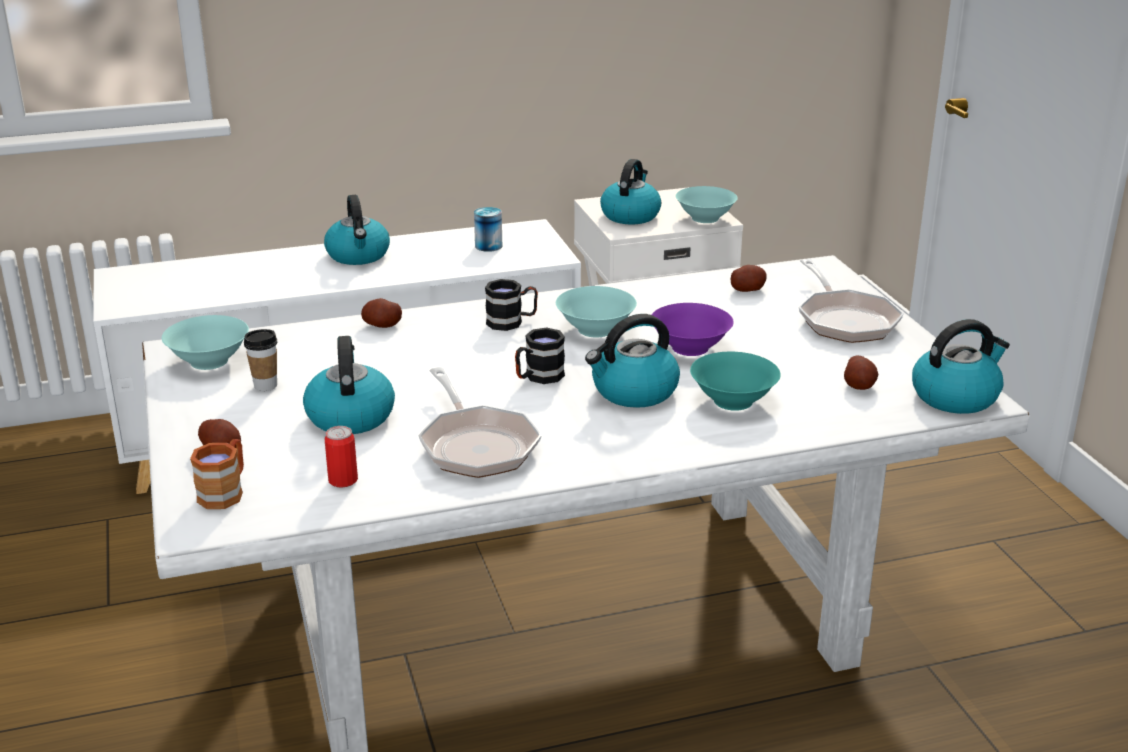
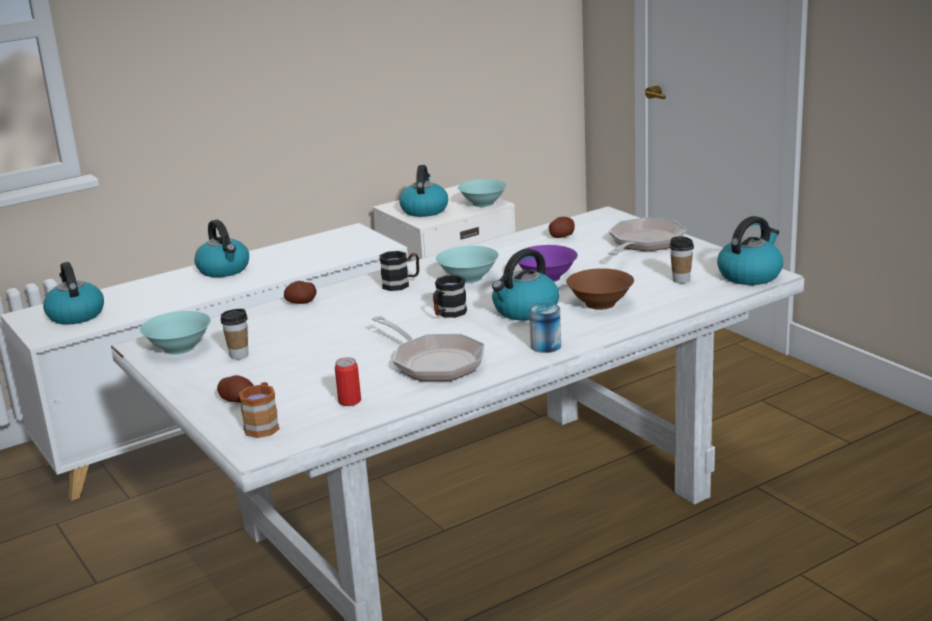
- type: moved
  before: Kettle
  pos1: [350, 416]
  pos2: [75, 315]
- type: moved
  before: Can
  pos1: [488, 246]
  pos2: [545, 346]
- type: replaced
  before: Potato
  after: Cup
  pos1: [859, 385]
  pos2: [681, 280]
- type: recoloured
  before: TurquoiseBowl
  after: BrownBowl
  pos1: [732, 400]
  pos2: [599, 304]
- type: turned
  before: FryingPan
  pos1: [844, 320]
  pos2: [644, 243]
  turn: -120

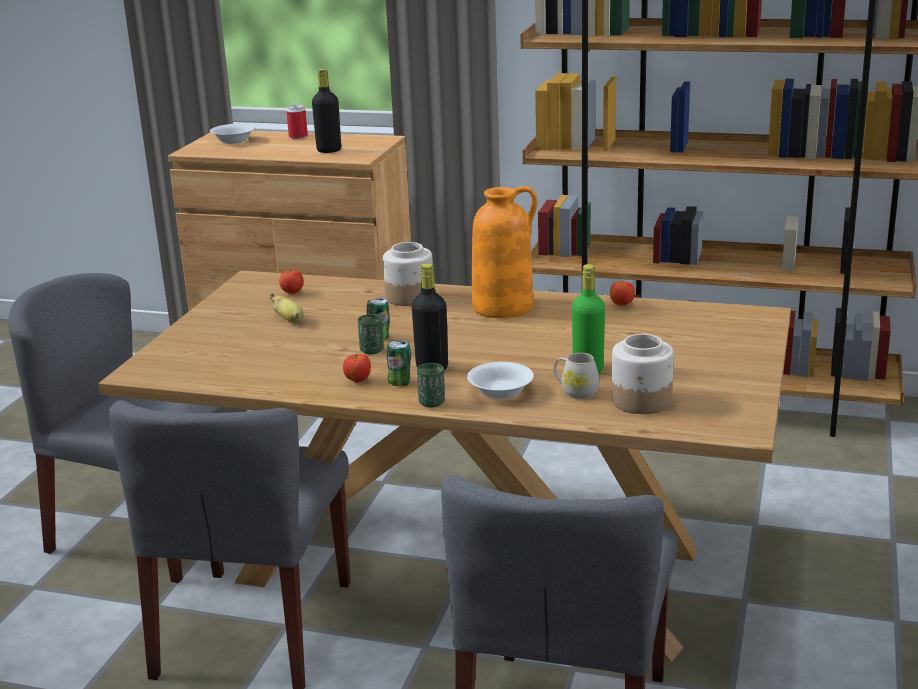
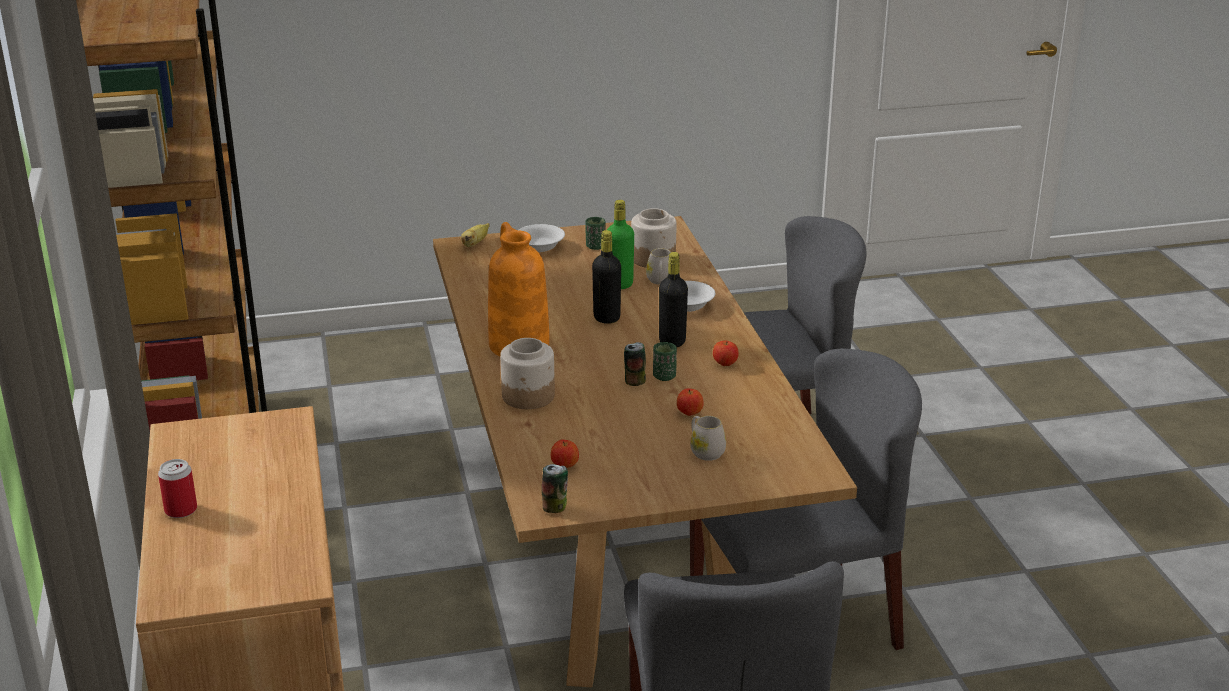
- type: added
  after: WhiteMug
  pos2: [705, 451]
- type: moved
  before: WhiteBowl
  pos1: [233, 141]
  pos2: [541, 247]
- type: moved
  before: Banana
  pos1: [289, 320]
  pos2: [475, 243]
- type: moved
  before: BlackBottle
  pos1: [329, 150]
  pos2: [606, 318]
- type: moved
  before: Can
  pos1: [400, 383]
  pos2: [555, 507]
- type: moved
  before: GreenCup
  pos1: [432, 403]
  pos2: [595, 246]
- type: moved
  before: Apple
  pos1: [621, 305]
  pos2: [689, 413]

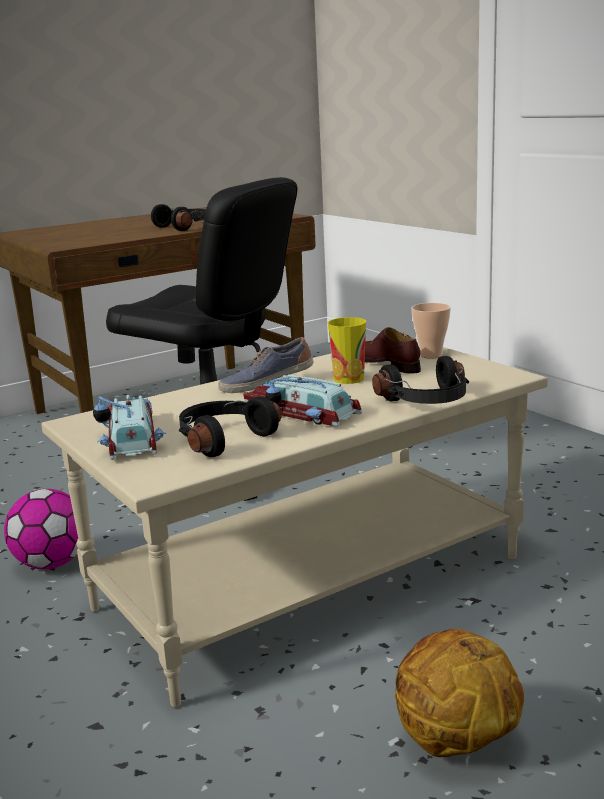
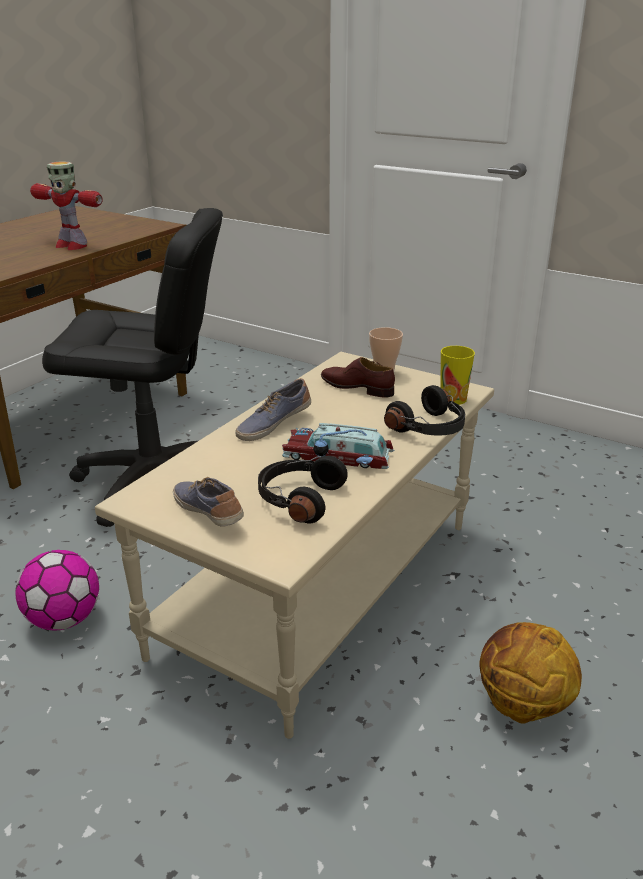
- type: moved
  before: Cup
  pos1: [348, 379]
  pos2: [453, 399]
- type: replaced
  before: ToyCar
  after: Shoe
  pos1: [129, 438]
  pos2: [209, 513]
- type: replaced
  before: BlackHeadphones
  after: ToyRobot
  pos1: [184, 227]
  pos2: [71, 245]

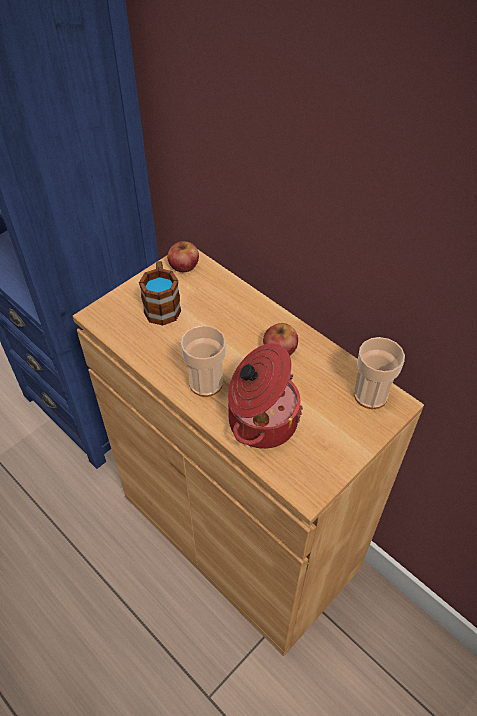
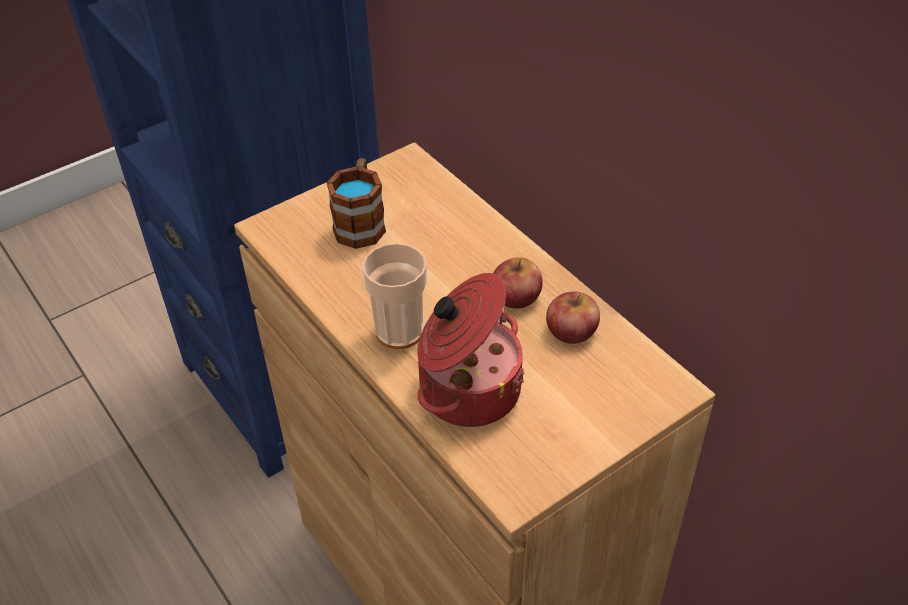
- type: removed
  before: Cup
  pos1: [370, 395]
- type: moved
  before: Apple
  pos1: [183, 265]
  pos2: [571, 330]

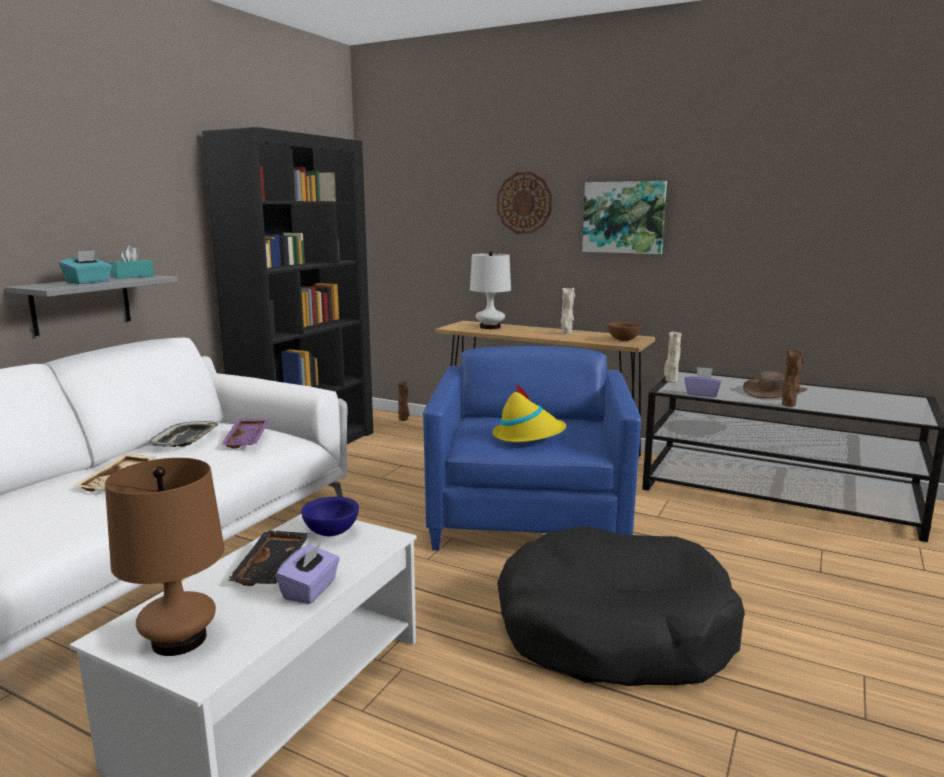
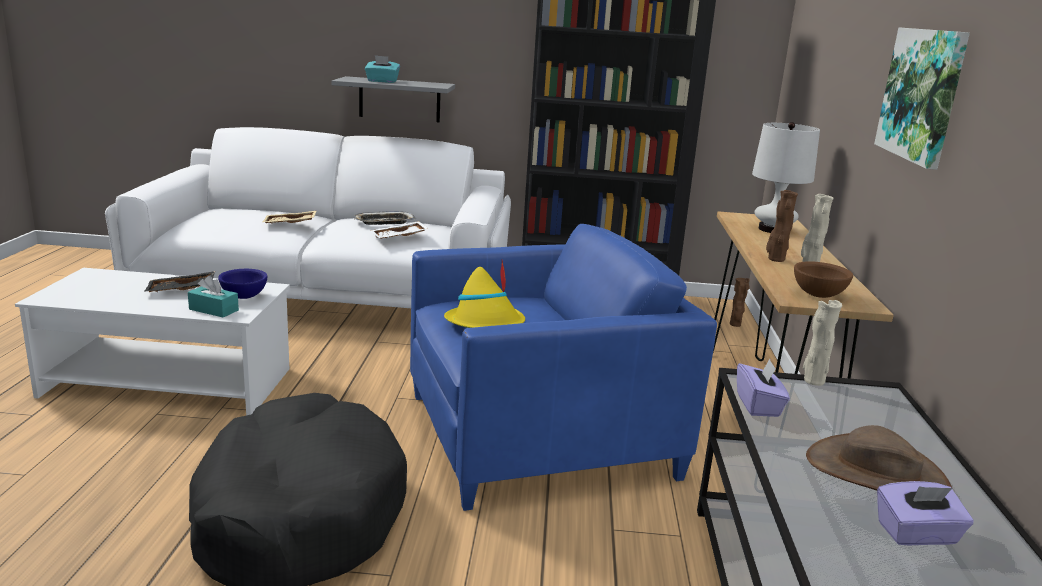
- type: removed
  before: BrownTableLamp
  pos1: [179, 640]
- type: removed
  before: WallClock
  pos1: [524, 203]
- type: moved
  before: TurquoiseTissueBox
  pos1: [132, 276]
  pos2: [213, 310]
- type: moved
  before: PurpleTissueBox
  pos1: [310, 590]
  pos2: [917, 534]
- type: moved
  before: BrownVase
  pos1: [788, 405]
  pos2: [775, 259]
- type: recoloured
  before: PurpleTray
  after: WhiteTray
  pos1: [248, 440]
  pos2: [399, 237]

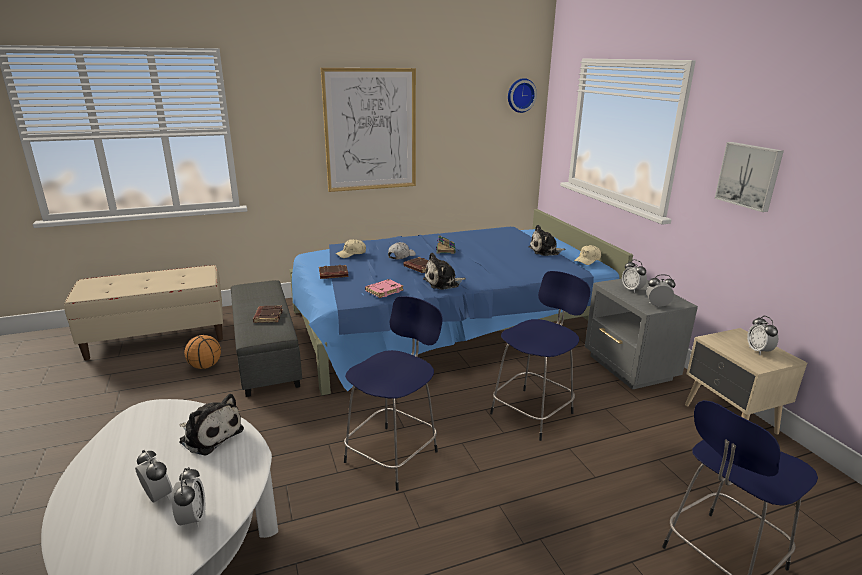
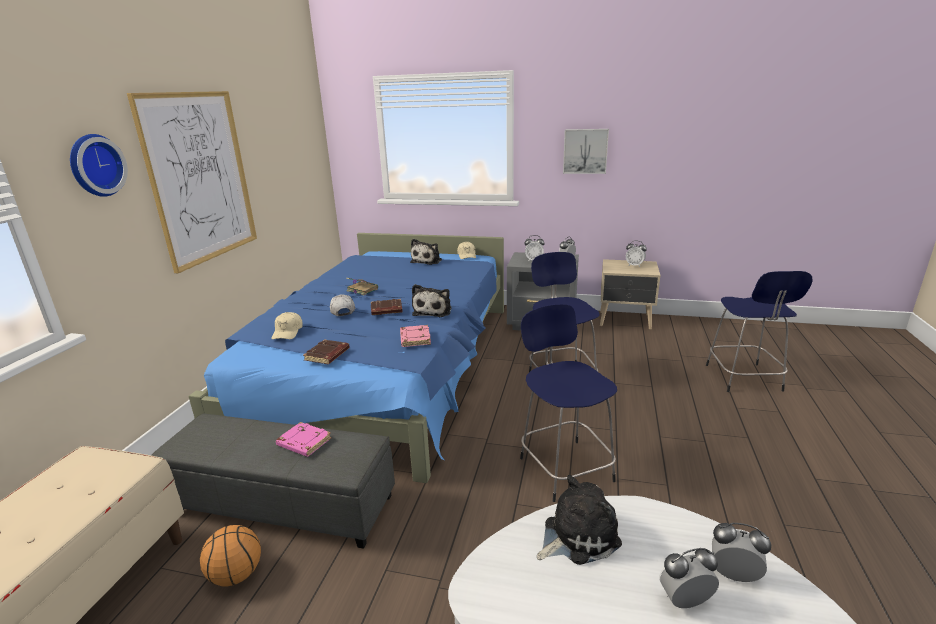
- type: moved
  before: WallClock
  pos1: [520, 95]
  pos2: [94, 165]
- type: recoloured
  before: BrownBook
  after: PinkBook
  pos1: [267, 316]
  pos2: [303, 443]

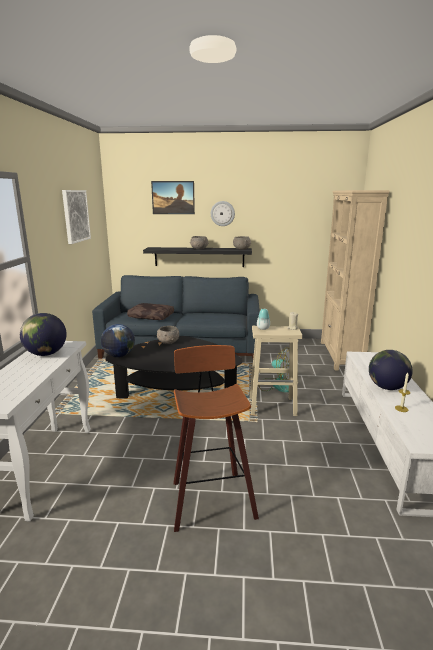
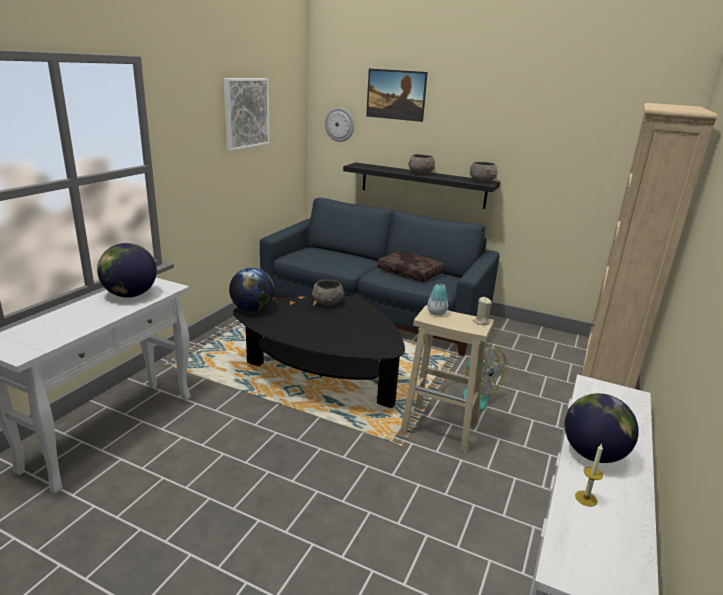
- type: removed
  before: Stool
  pos1: [210, 498]
- type: moved
  before: BrownPillow
  pos1: [152, 316]
  pos2: [411, 273]
- type: moved
  before: WallClock
  pos1: [222, 213]
  pos2: [339, 124]

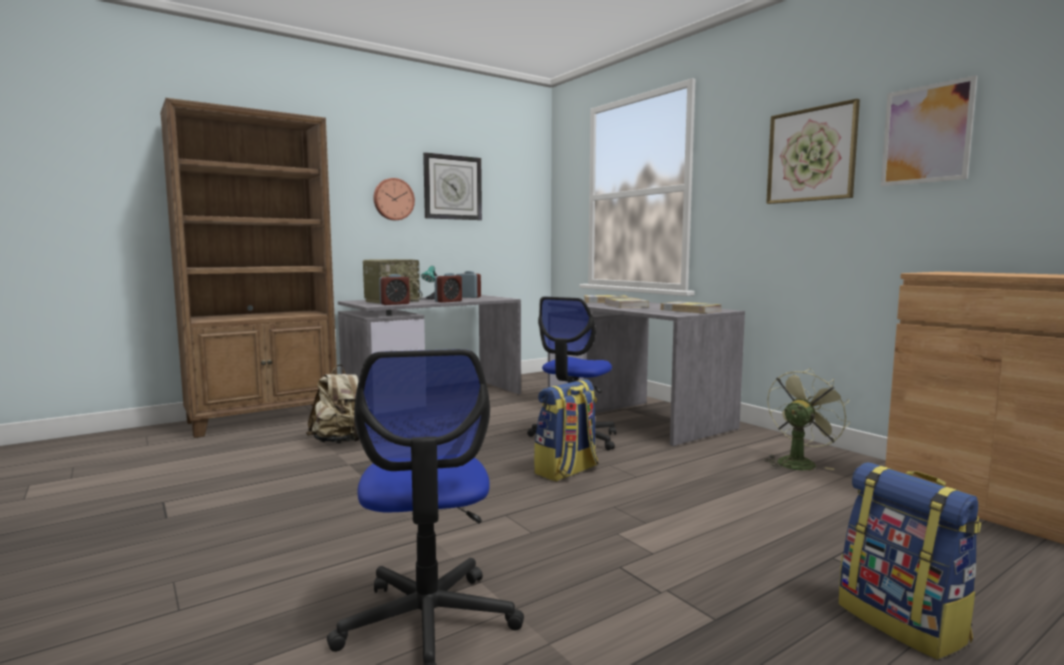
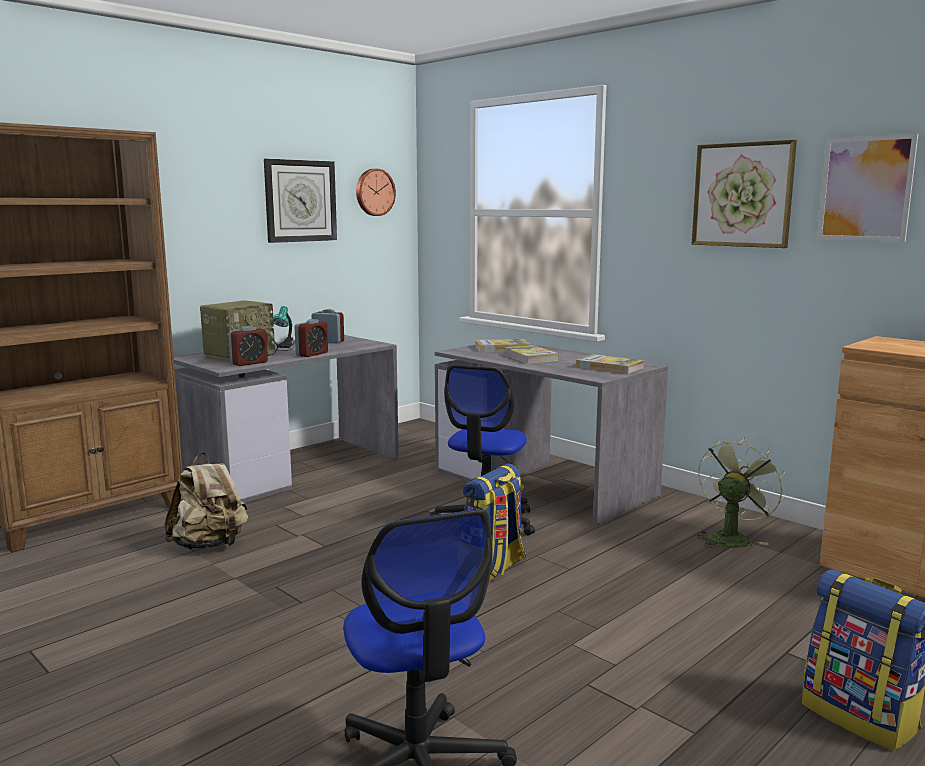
- type: moved
  before: WallClock
  pos1: [393, 199]
  pos2: [374, 192]

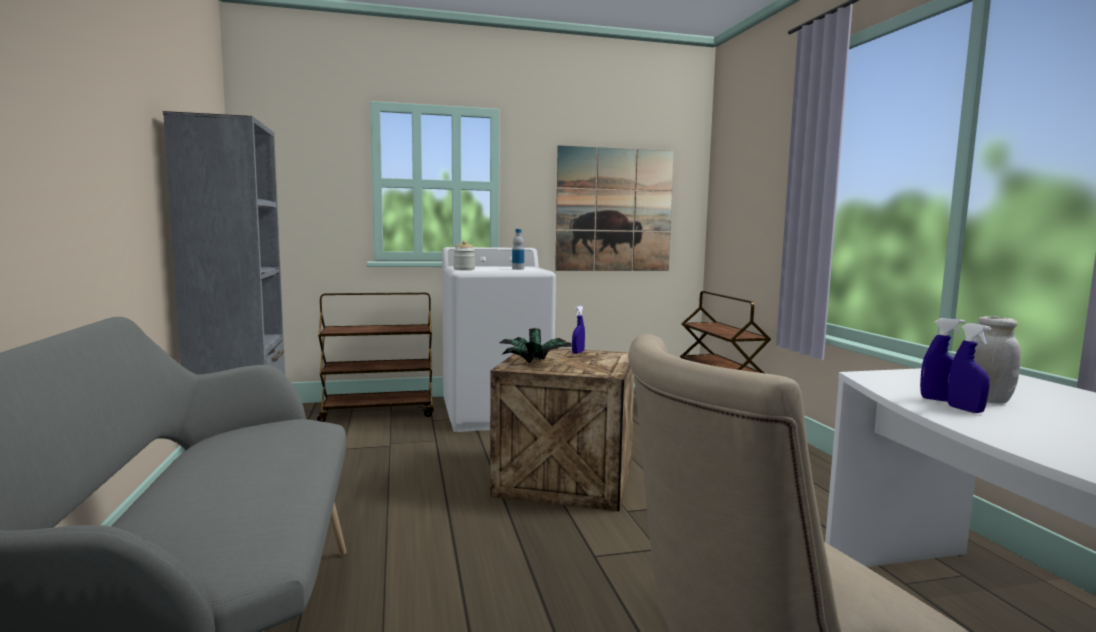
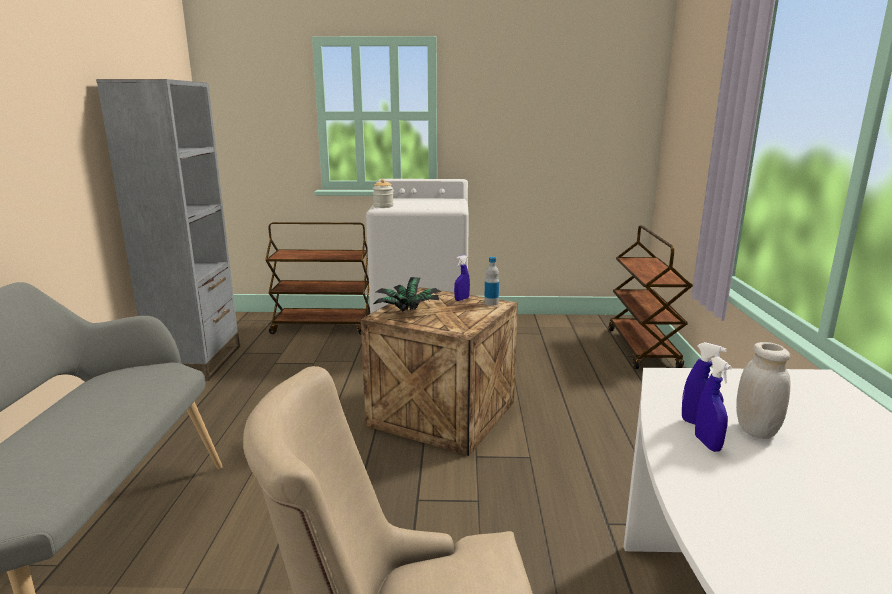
- type: removed
  before: Picture
  pos1: [614, 210]
- type: moved
  before: Bottle
  pos1: [518, 269]
  pos2: [491, 303]

